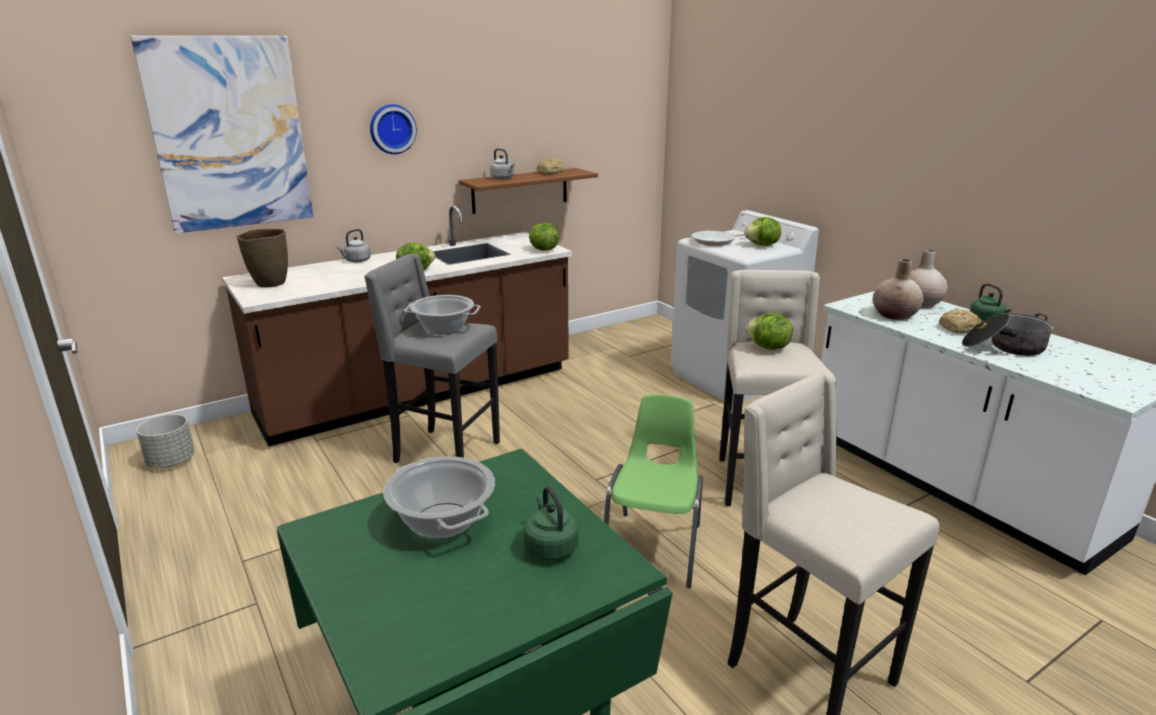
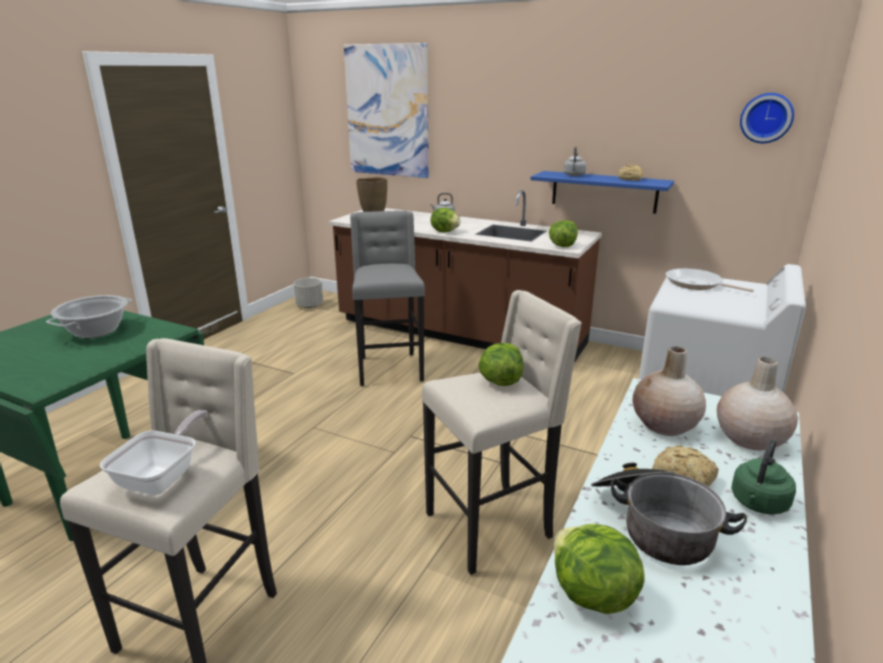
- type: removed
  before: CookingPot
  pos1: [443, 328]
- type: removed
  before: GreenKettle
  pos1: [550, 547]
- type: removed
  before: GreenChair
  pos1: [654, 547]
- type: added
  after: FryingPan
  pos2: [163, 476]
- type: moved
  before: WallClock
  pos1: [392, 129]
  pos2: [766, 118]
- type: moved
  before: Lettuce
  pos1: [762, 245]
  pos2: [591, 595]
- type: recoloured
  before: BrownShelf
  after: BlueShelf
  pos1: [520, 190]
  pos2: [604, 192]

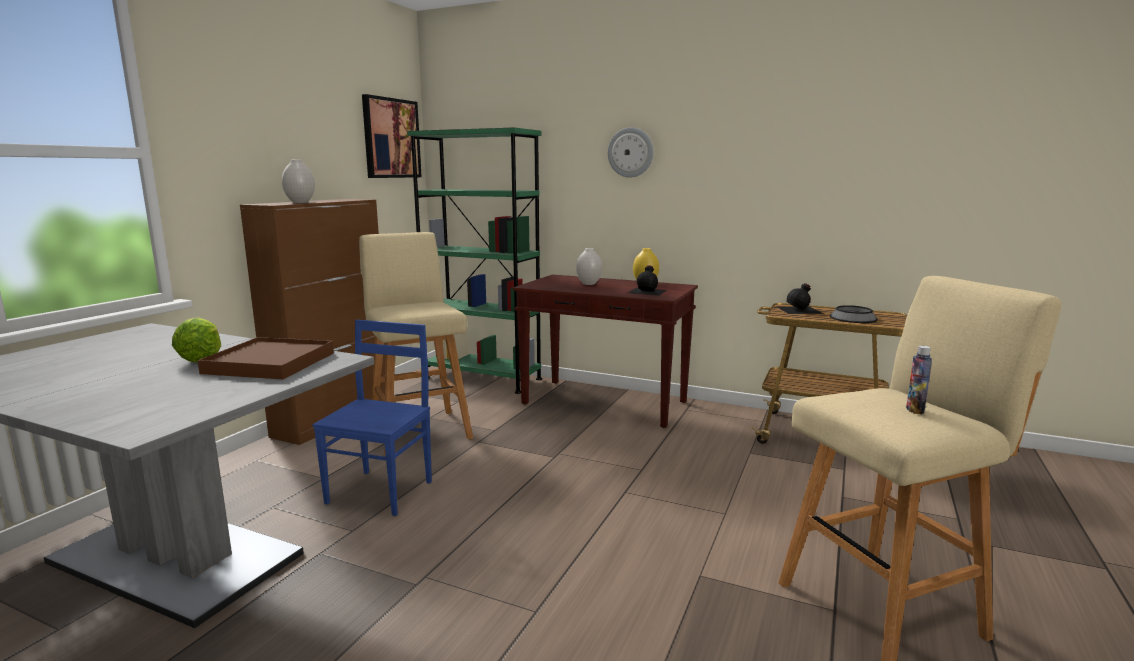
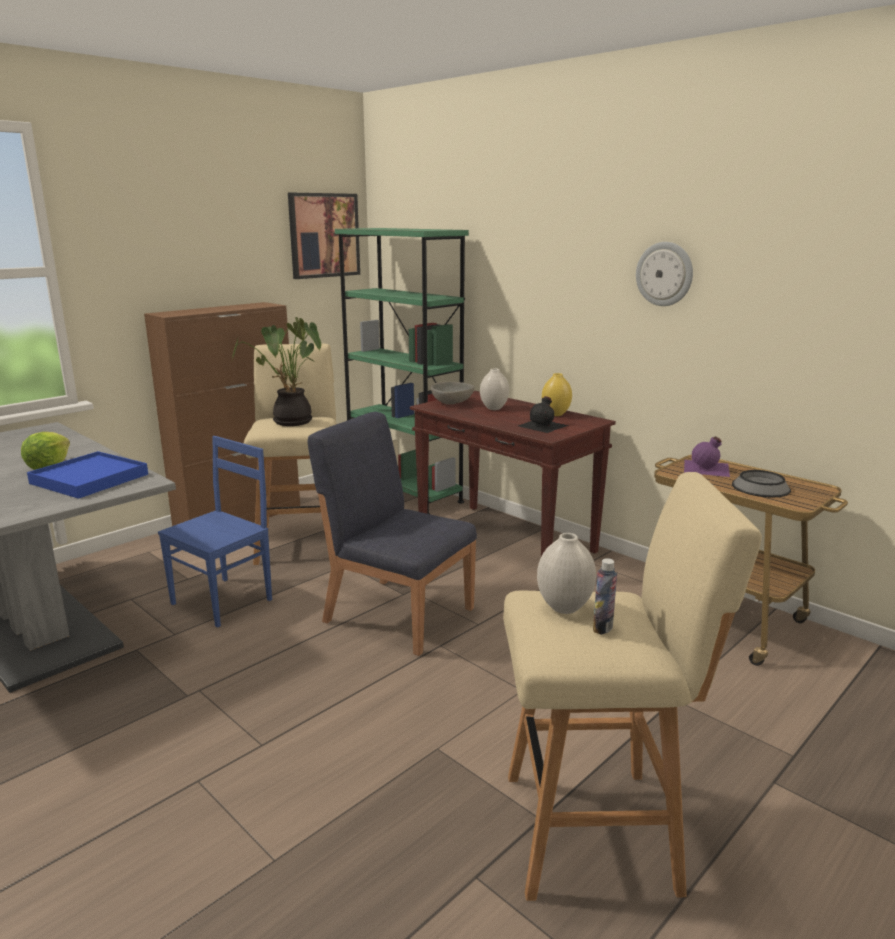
- type: added
  after: PottedPlant
  pos2: [289, 422]
- type: added
  after: BlueChair
  pos2: [398, 614]
- type: added
  after: GreyBowl
  pos2: [451, 403]
- type: moved
  before: WhiteVase
  pos1: [299, 202]
  pos2: [563, 607]
- type: moved
  before: WallClock
  pos1: [630, 152]
  pos2: [664, 274]
- type: recoloured
  before: BrownTray
  after: BlueTray
  pos1: [270, 363]
  pos2: [89, 479]
- type: recoloured
  before: BlackBottle
  after: PurpleBottle
  pos1: [800, 310]
  pos2: [707, 468]

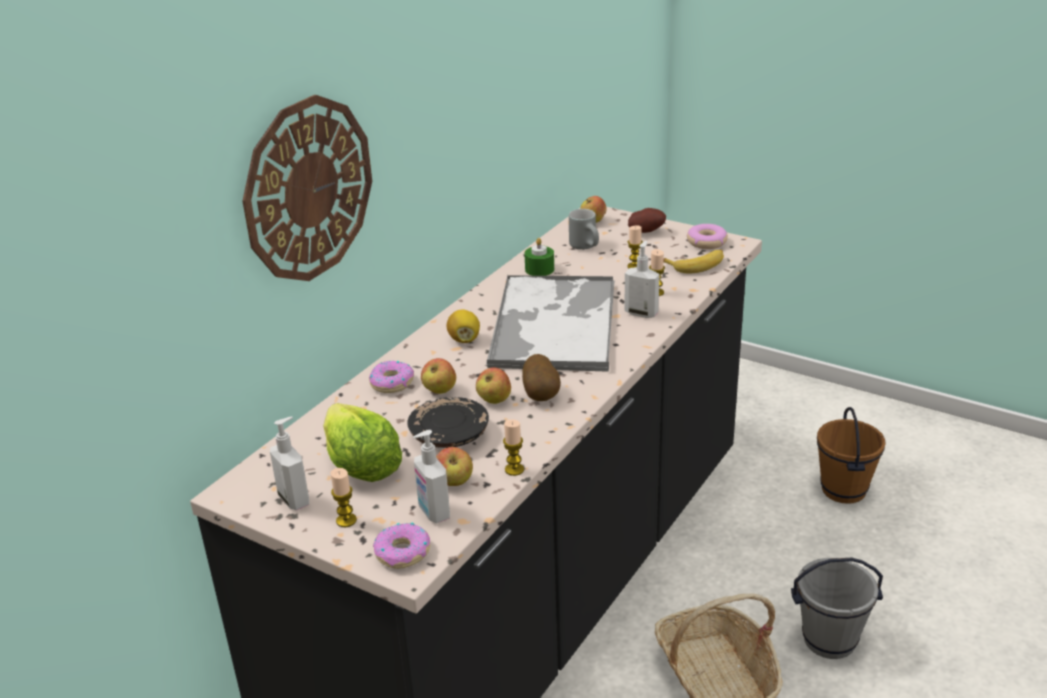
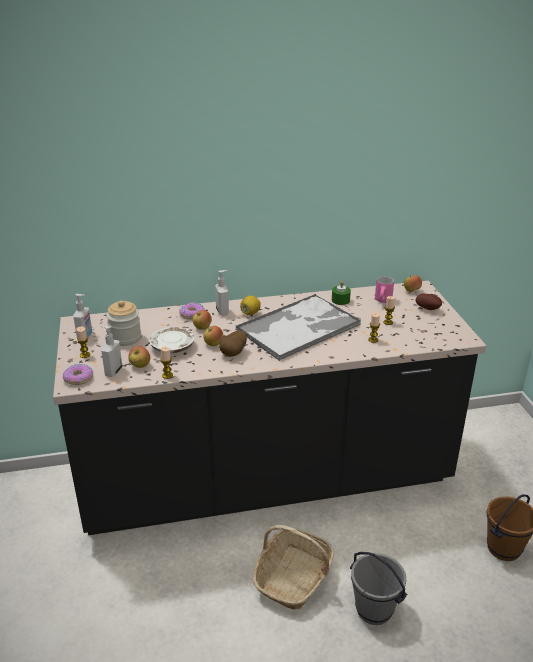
- type: removed
  before: WallClock
  pos1: [308, 189]
- type: removed
  before: Banana
  pos1: [697, 265]
- type: removed
  before: Donut
  pos1: [706, 242]
- type: moved
  before: SoapDispenser
  pos1: [641, 313]
  pos2: [223, 311]
- type: replaced
  before: Lettuce
  after: Jar
  pos1: [360, 464]
  pos2: [125, 338]
- type: recoloured
  before: BlackPlate
  after: WhitePlate
  pos1: [449, 435]
  pos2: [172, 347]
- type: recoloured
  before: GreyMug
  after: PinkMug
  pos1: [587, 247]
  pos2: [383, 301]

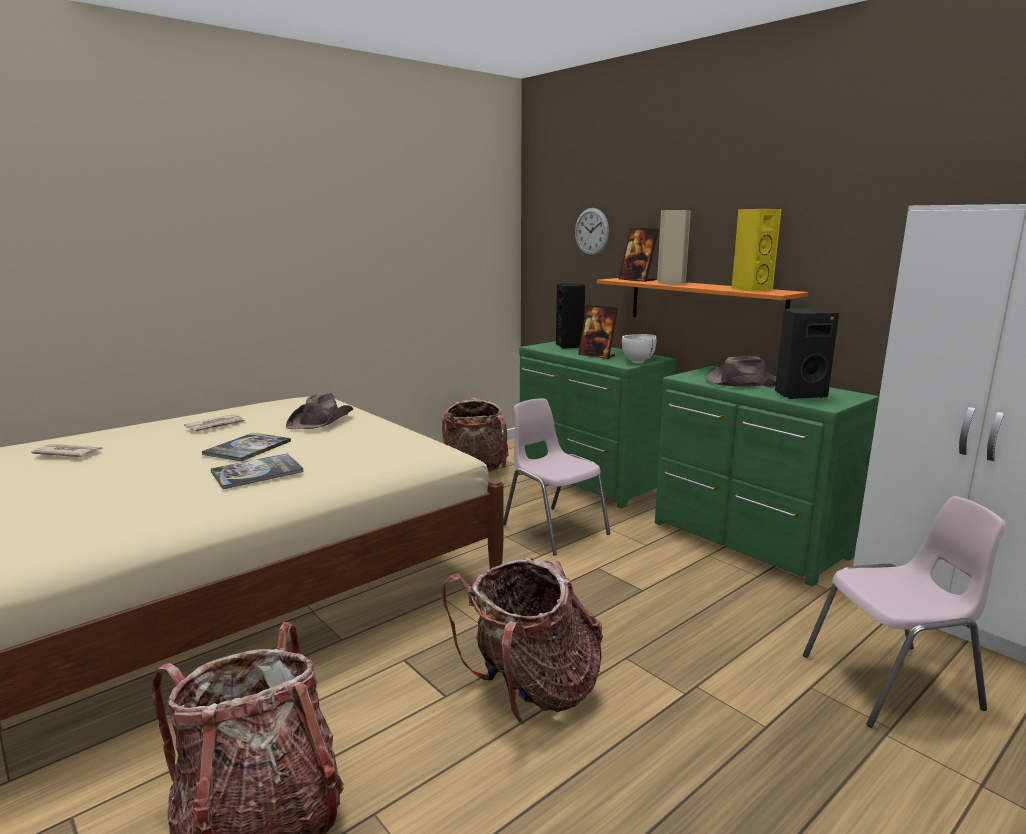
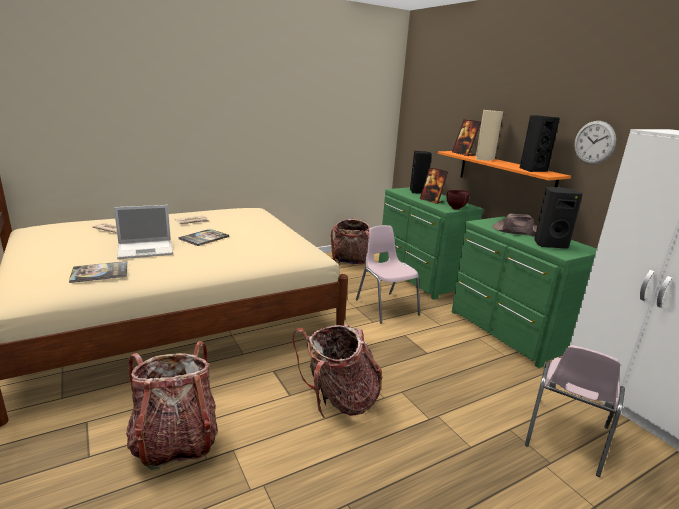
- type: removed
  before: BrownHat
  pos1: [321, 420]
- type: added
  after: Laptop
  pos2: [146, 249]
- type: moved
  before: Book
  pos1: [257, 472]
  pos2: [99, 273]
- type: moved
  before: WallClock
  pos1: [591, 231]
  pos2: [594, 142]
- type: recoloured
  before: WhiteBowl
  after: BrownBowl
  pos1: [639, 362]
  pos2: [456, 208]
- type: recoloured
  before: YellowSpeaker
  after: BlackSpeaker
  pos1: [750, 289]
  pos2: [532, 170]
- type: turned
  before: PinkChair
  pos1: [893, 683]
  pos2: [565, 436]
  turn: 120

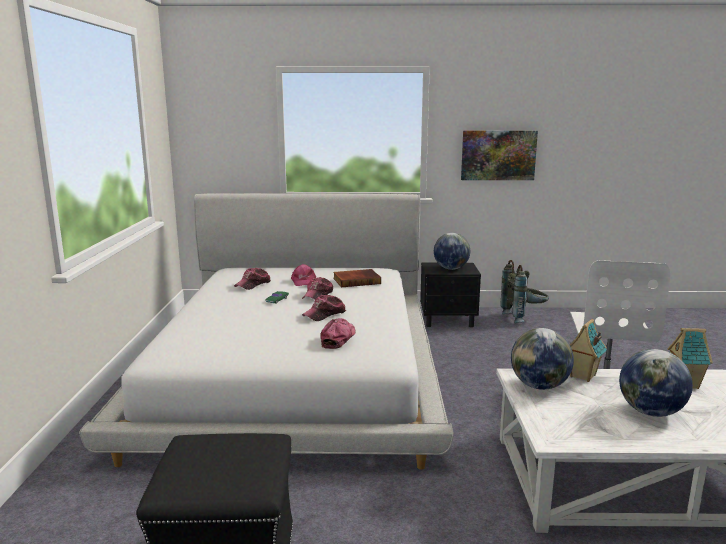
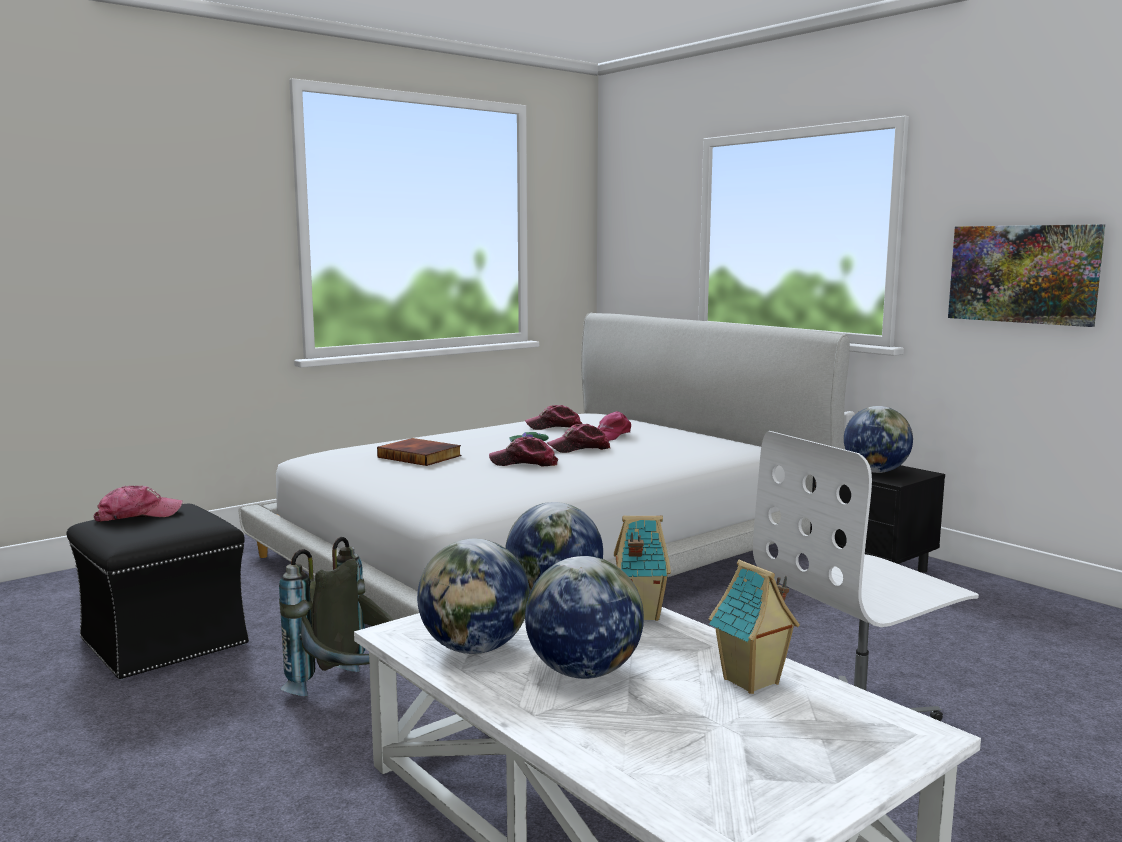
- type: added
  after: Globe
  pos2: [475, 648]
- type: moved
  before: Cap
  pos1: [338, 338]
  pos2: [138, 515]
- type: moved
  before: Book
  pos1: [357, 280]
  pos2: [421, 456]
- type: moved
  before: GreyBackpack
  pos1: [524, 318]
  pos2: [350, 692]

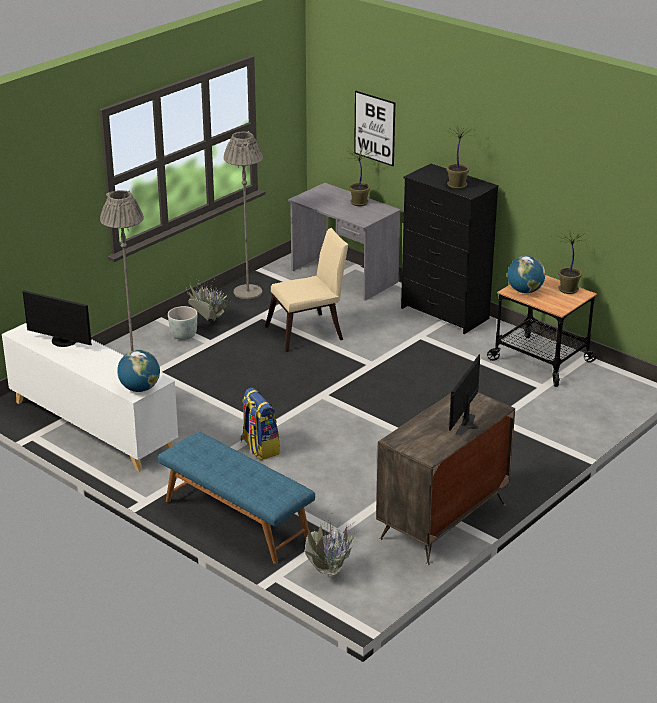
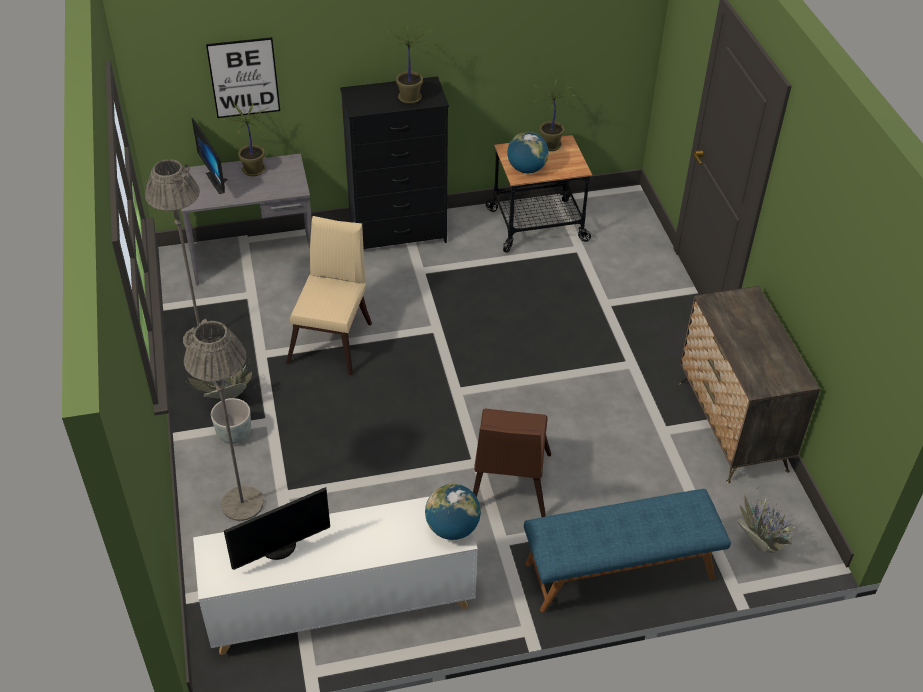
- type: moved
  before: Monitor
  pos1: [470, 425]
  pos2: [219, 181]
- type: replaced
  before: Backpack
  after: BrownChair
  pos1: [259, 448]
  pos2: [508, 487]

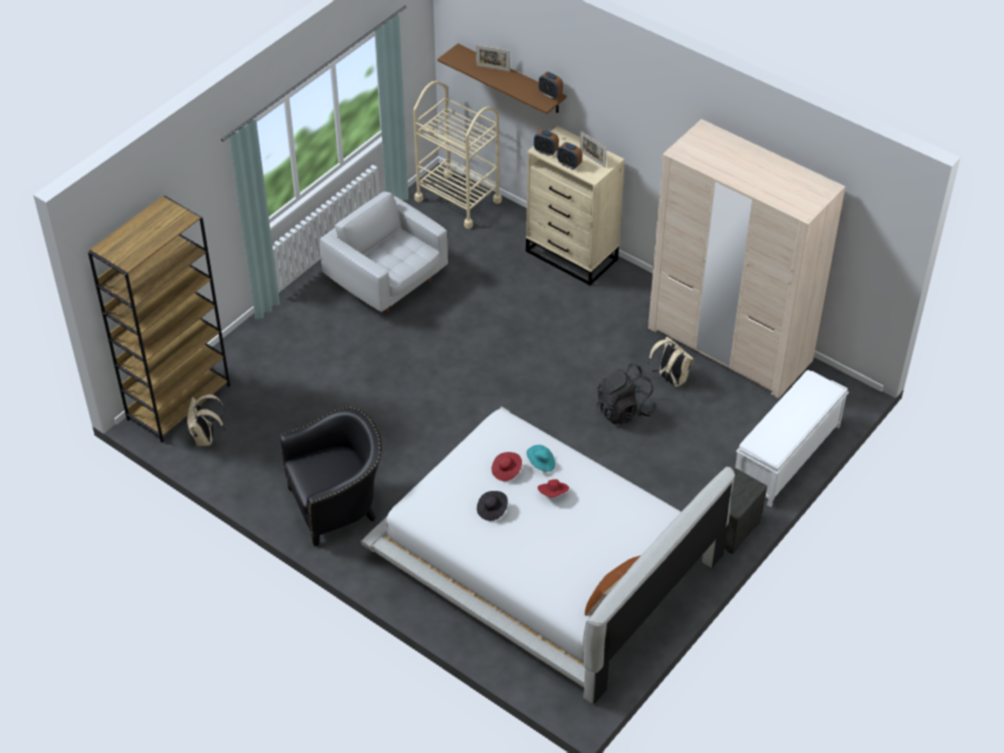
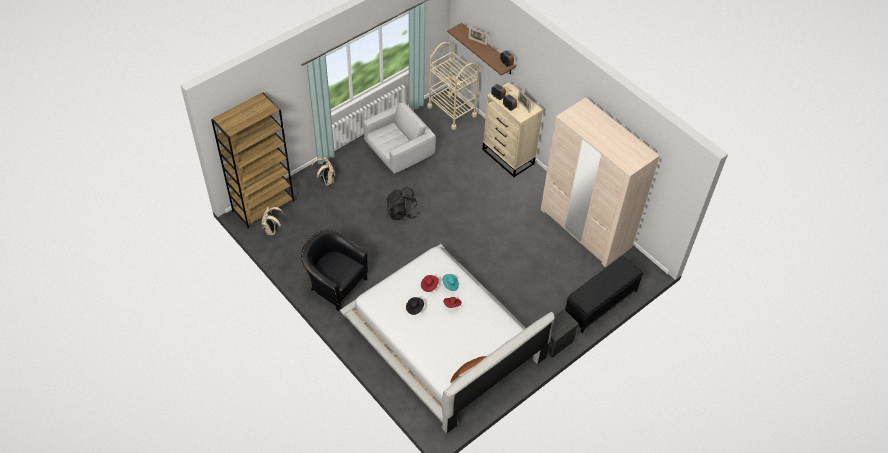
- type: moved
  before: BlackBackpack
  pos1: [624, 410]
  pos2: [401, 212]
- type: moved
  before: BeigeBackpack
  pos1: [670, 379]
  pos2: [326, 180]
- type: recoloured
  before: WhiteBench
  after: BlackBench
  pos1: [786, 456]
  pos2: [600, 304]
- type: turned
  before: BlackArmchair
  pos1: [338, 505]
  pos2: [335, 284]
  turn: -135
- type: turned
  before: WhiteArmchair
  pos1: [387, 281]
  pos2: [398, 153]
  turn: 90

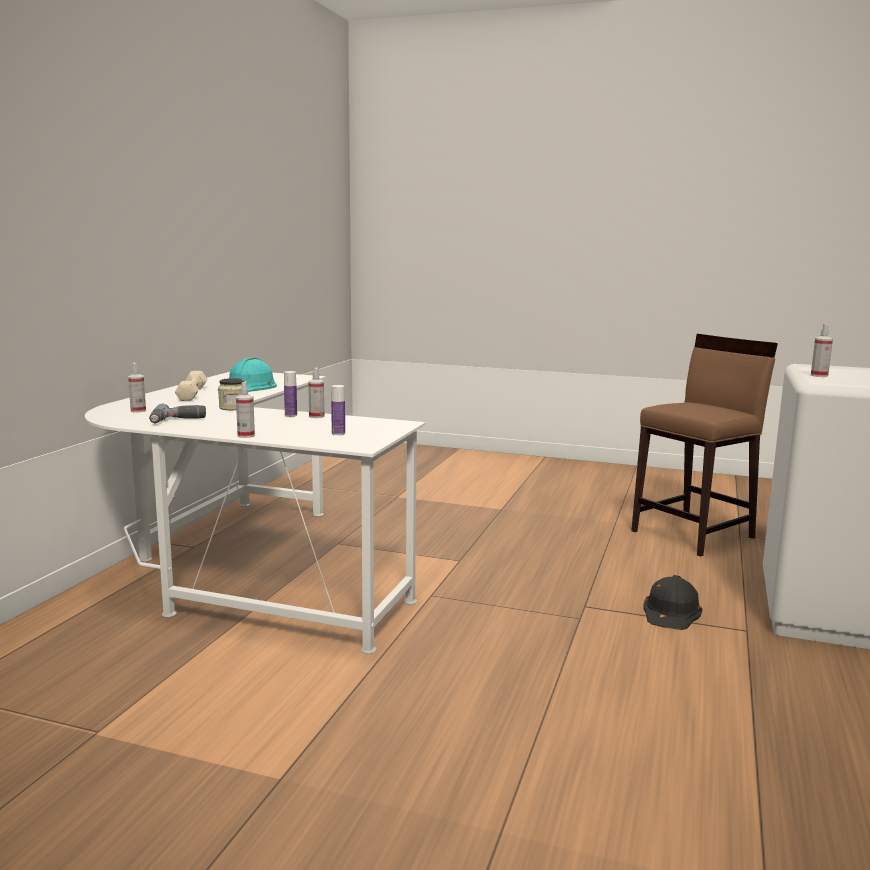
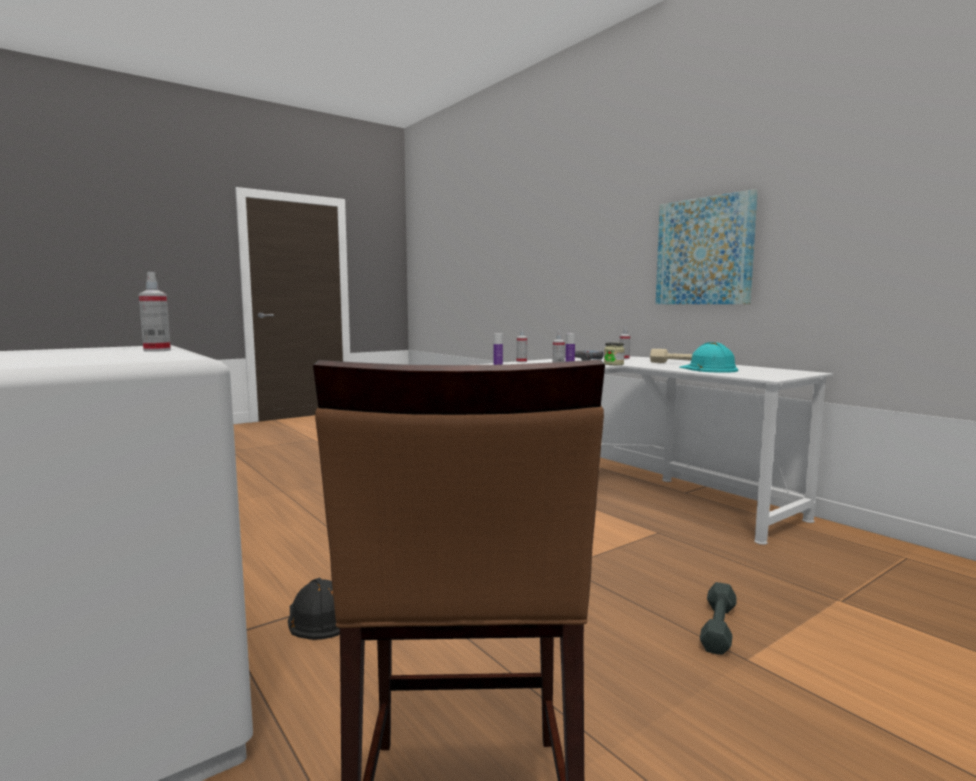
- type: added
  after: Picture
  pos2: [704, 251]
- type: added
  after: GreyDumbbell
  pos2: [718, 626]

